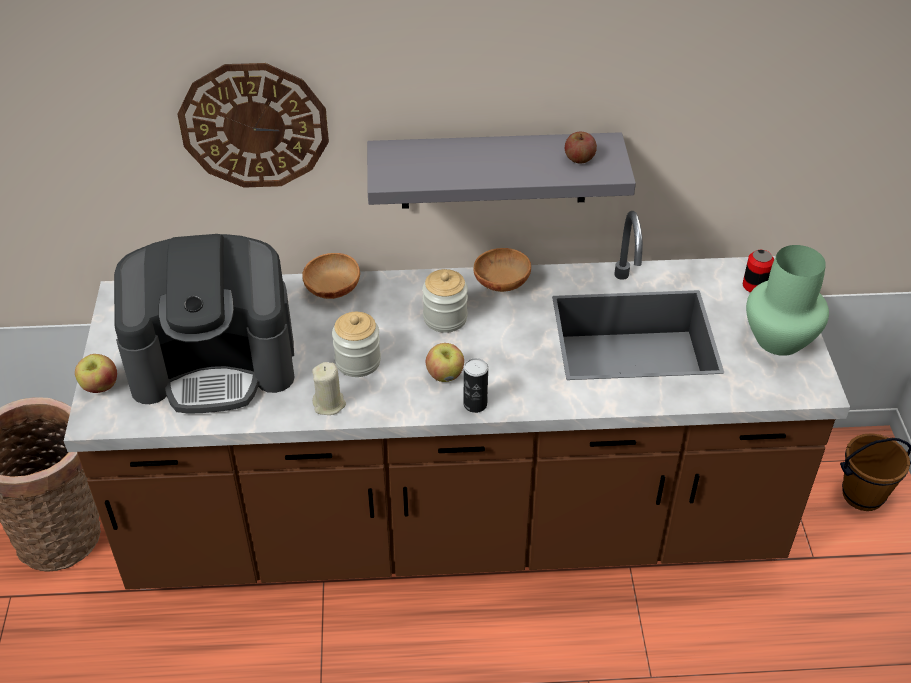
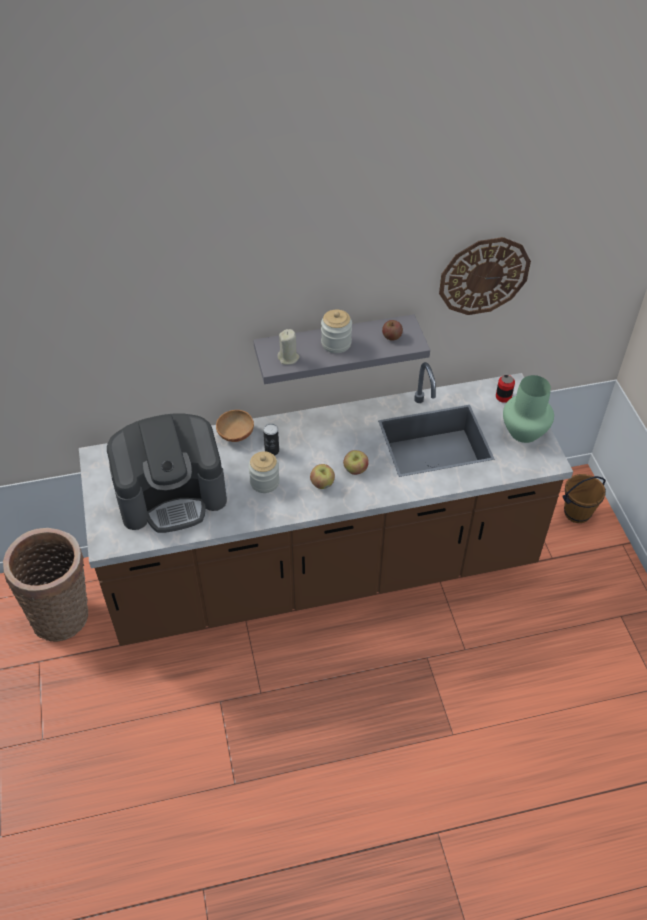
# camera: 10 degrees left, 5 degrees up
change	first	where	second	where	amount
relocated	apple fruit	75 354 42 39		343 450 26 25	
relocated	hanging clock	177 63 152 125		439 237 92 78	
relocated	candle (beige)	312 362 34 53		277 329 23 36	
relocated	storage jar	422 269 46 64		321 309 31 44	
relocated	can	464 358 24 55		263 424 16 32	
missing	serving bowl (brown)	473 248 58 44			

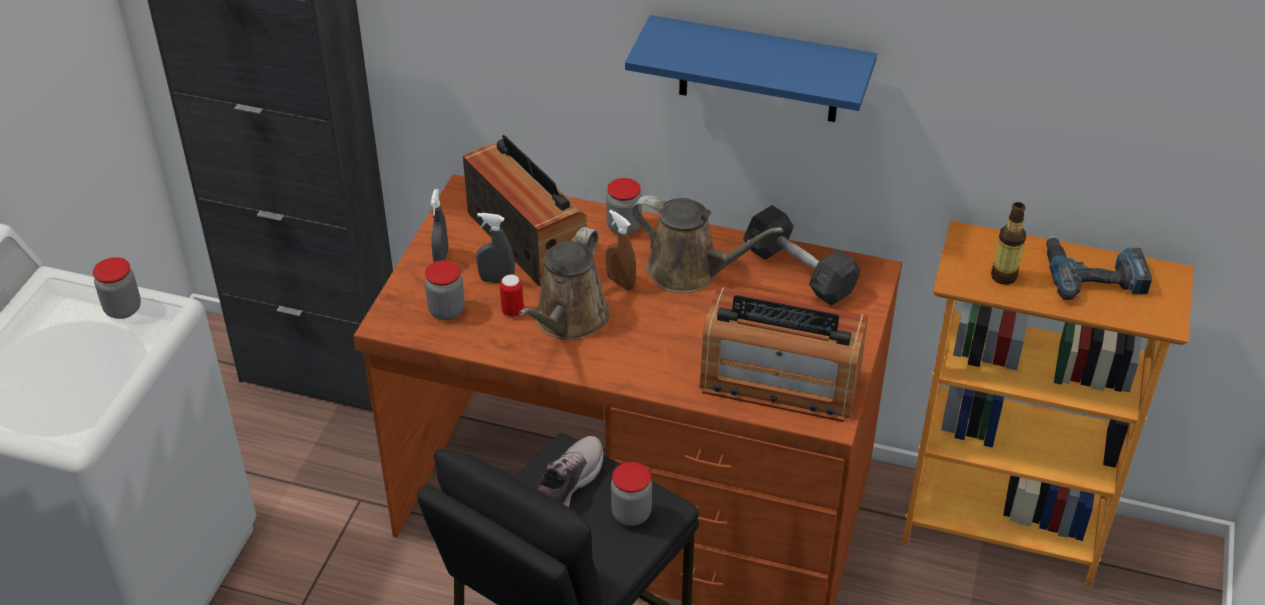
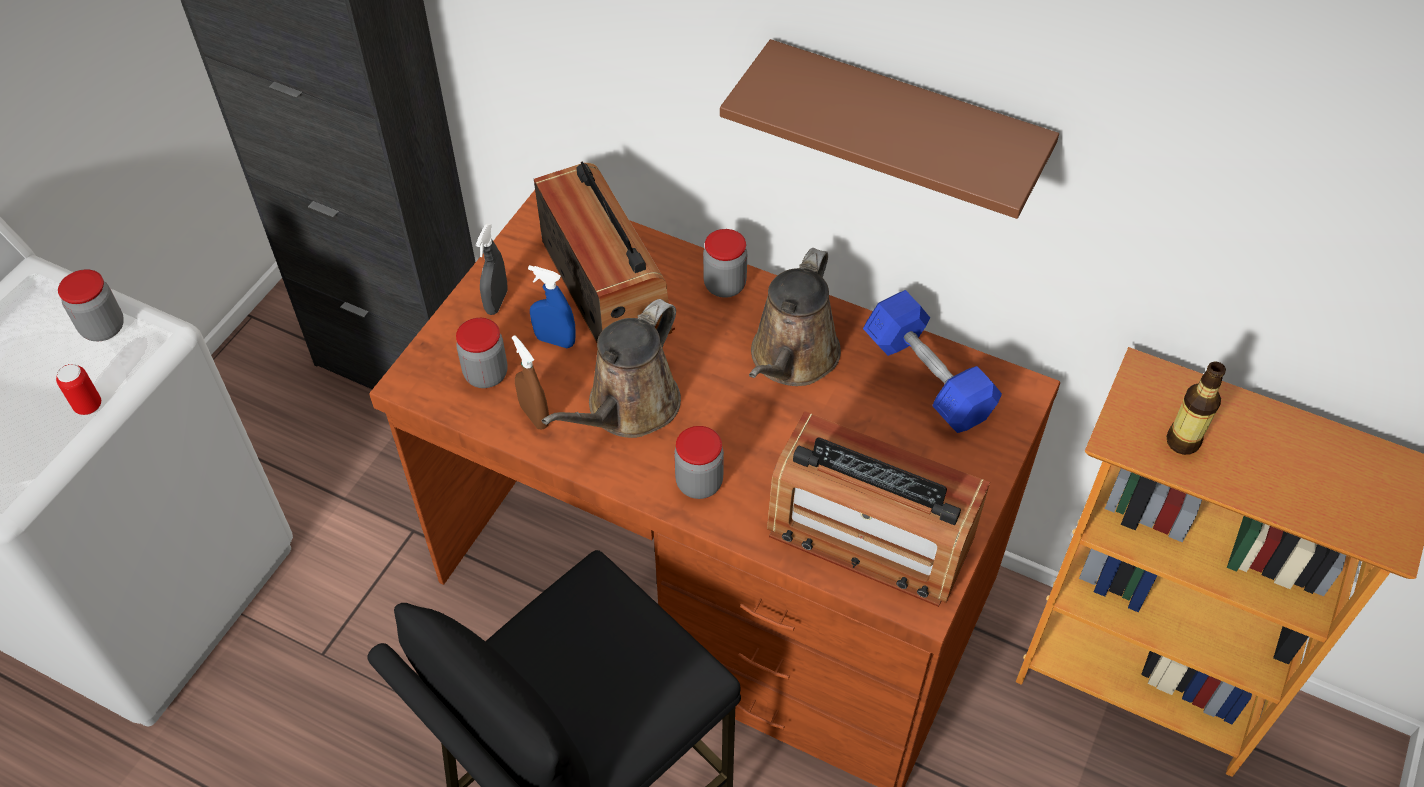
# camera: 10 degrees right, 10 degrees up
change	first	where	second	where	amount
colour	hand sprayer (gray)	476 213 39 71	hand sprayer (blue)	528 265 48 83	
relocated	can	500 274 24 43		56 364 45 51	
missing	low shoe	537 436 67 71			
relocated	hand sprayer (brown)	606 210 30 80		512 335 37 94	
relocated	storage jar	611 462 41 64		674 426 50 73	
colour	wall shelf (blue)	625 15 252 107	wall shelf (brown)	720 39 339 180	
spun	sprinkling can (brown)	631 195 153 98		749 248 92 138	75 degrees clockwise
colour	hand weight (gray)	743 205 118 101	hand weight (blue)	863 290 139 143	
missing	drill	1046 235 106 65			

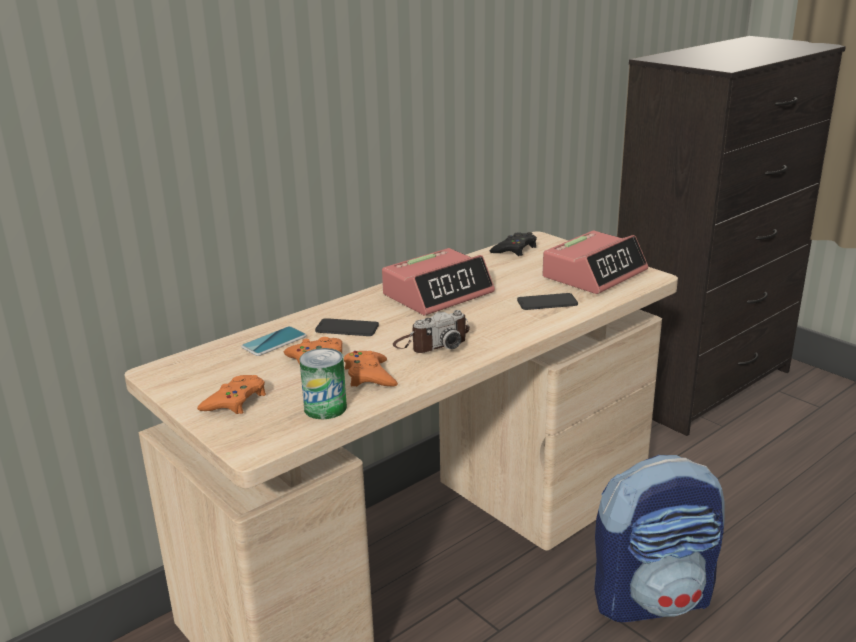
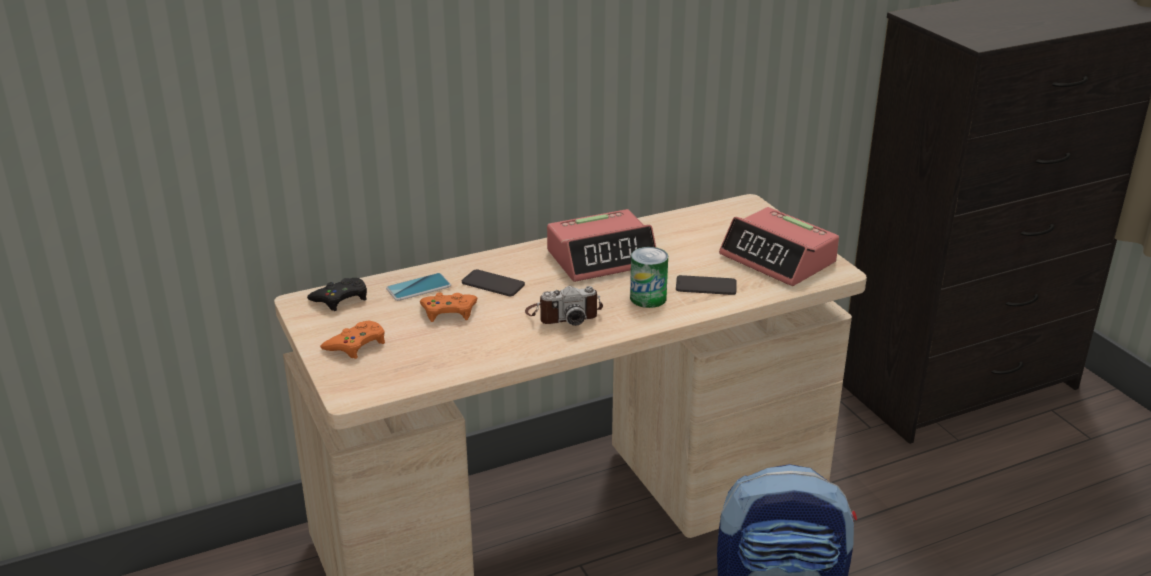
# camera: 15 degrees right, 5 degrees up
change	first	where	second	where	amount
relocated	can	299 348 48 71		630 247 38 61	
missing	game controller (orange-coloured)	344 351 54 36			
relocated	game controller (black)	490 232 47 24		307 278 60 33	
spun	table clock	543 231 105 63		719 207 120 79	75 degrees clockwise

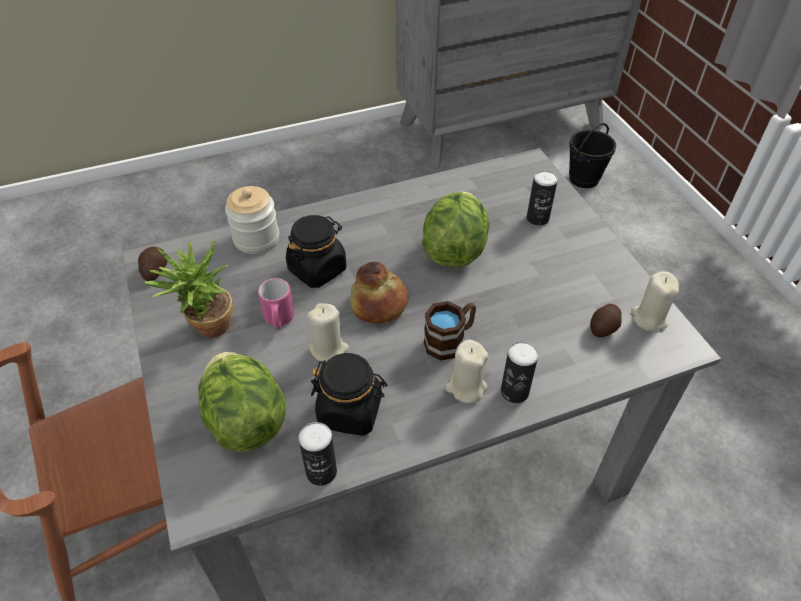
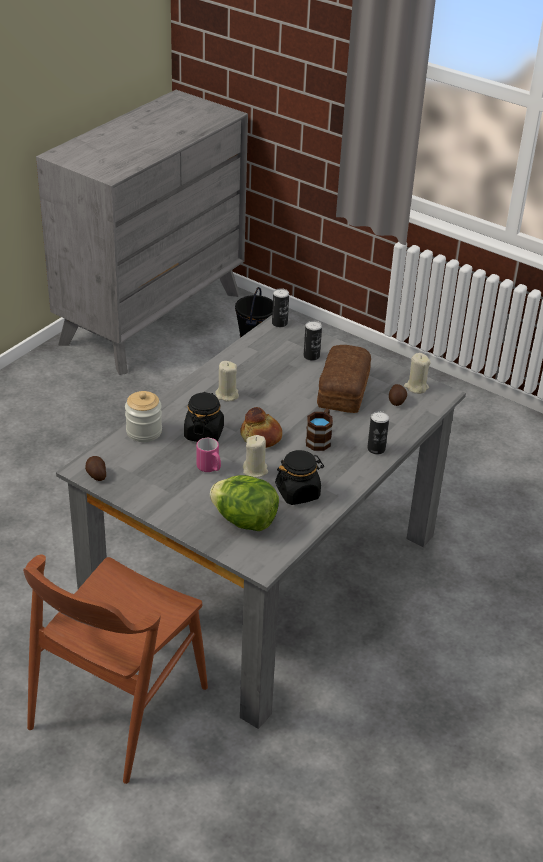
# camera: 35 degrees left, 10 degrees down
change	first	where	second	where	amount
missing	plant in a pot	144 239 89 99			
relocated	can	299 422 38 64		272 288 17 39	
missing	head of lettuce	422 192 67 76			
relocated	candle (beige)	445 340 44 63		215 361 24 40	
appeared			baked bread	317 345 54 68	

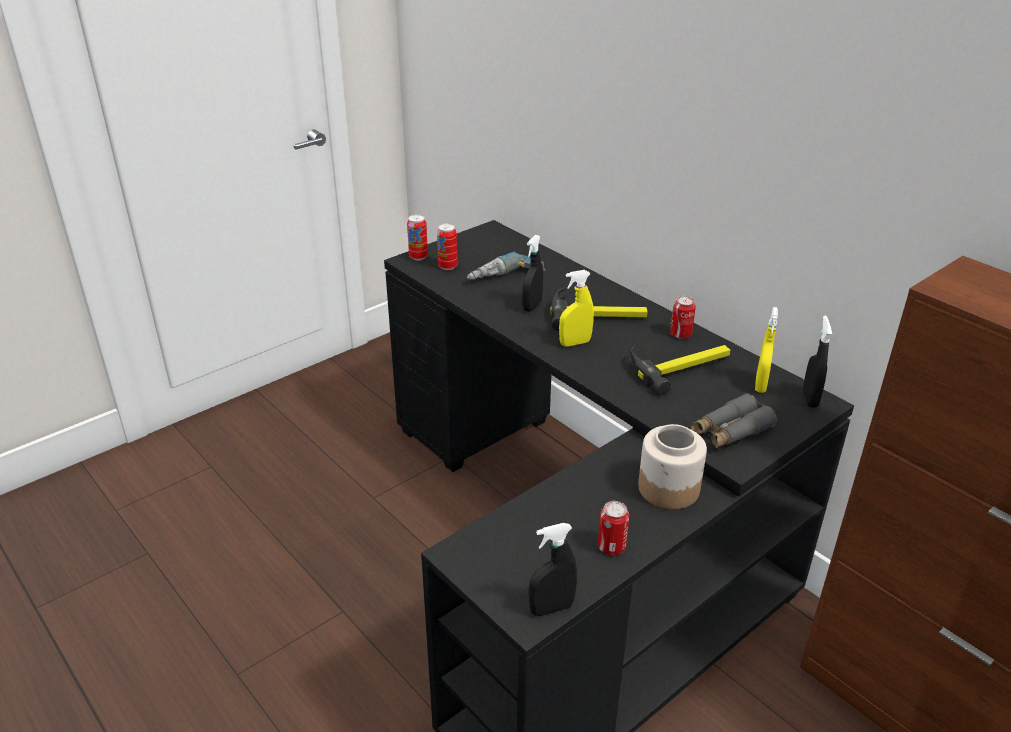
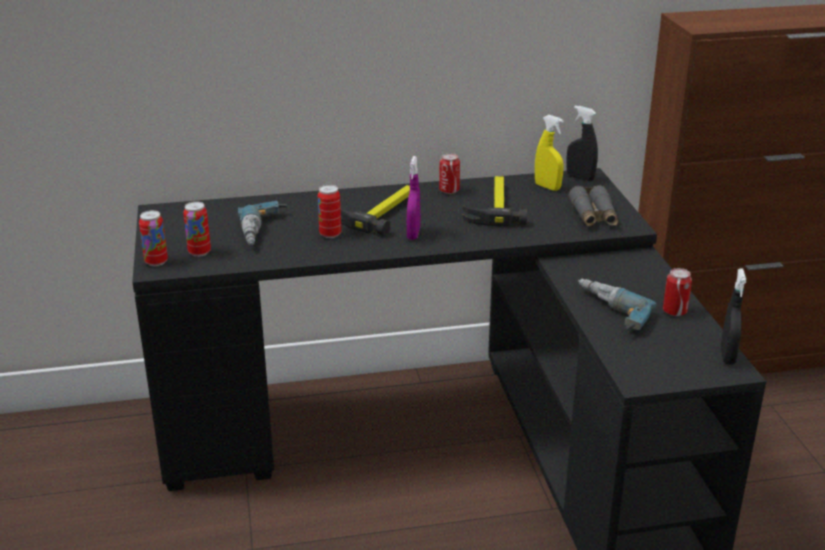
# camera: 60 degrees left, 5 degrees down
change	first	where	second	where	amount
exchanged	hand sprayer (black)	522 235 21 77	can	318 185 23 53	
colour	hand sprayer (yellow)	559 270 35 77	hand sprayer (purplish)	407 156 13 84	
missing	storage jar	638 424 69 85			
appeared			drill	578 278 79 52	

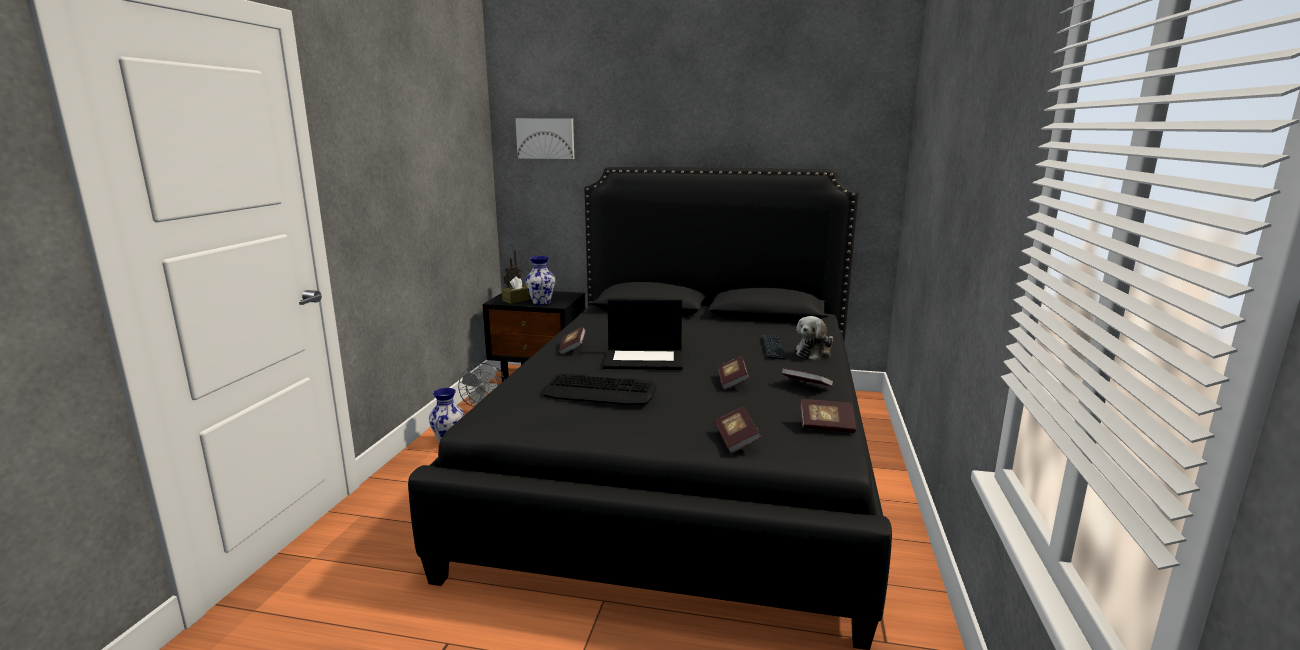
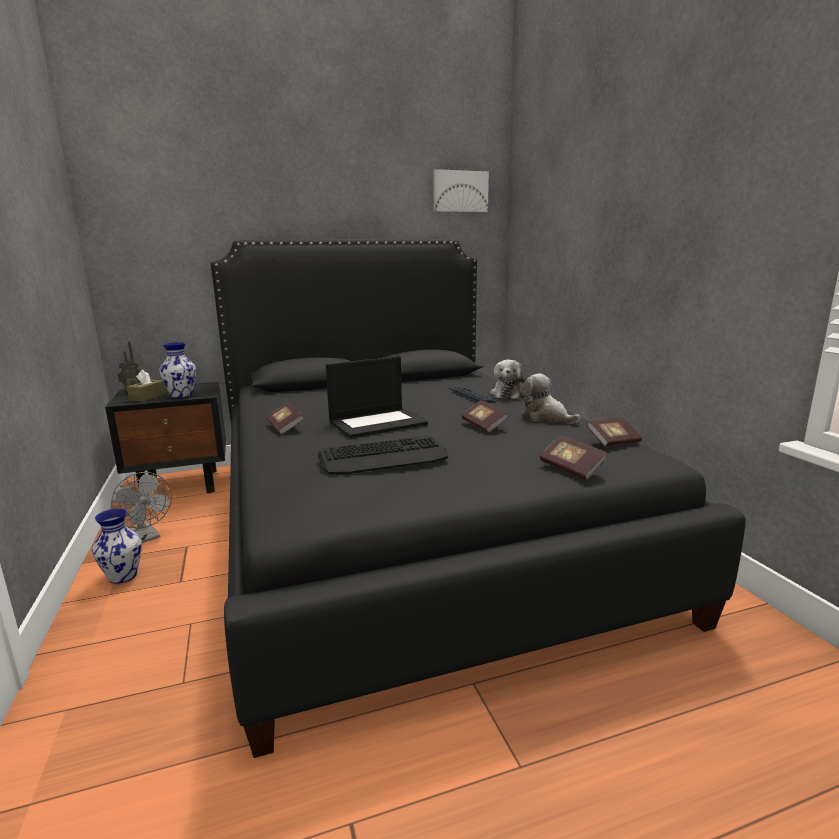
# camera: 30 degrees left, 0 degrees up
change	first	where	second	where	amount
relocated	wall art	515 118 59 41		433 169 56 43	
exchanged	volume	782 368 52 18	plush toy	521 374 60 50	

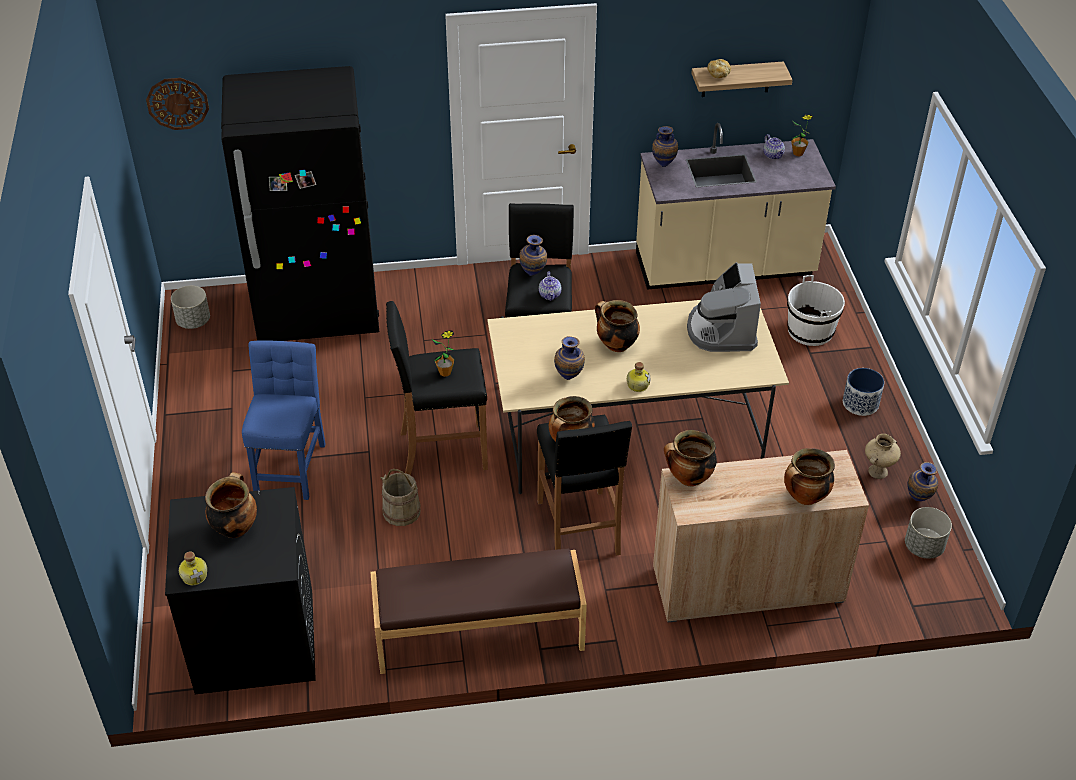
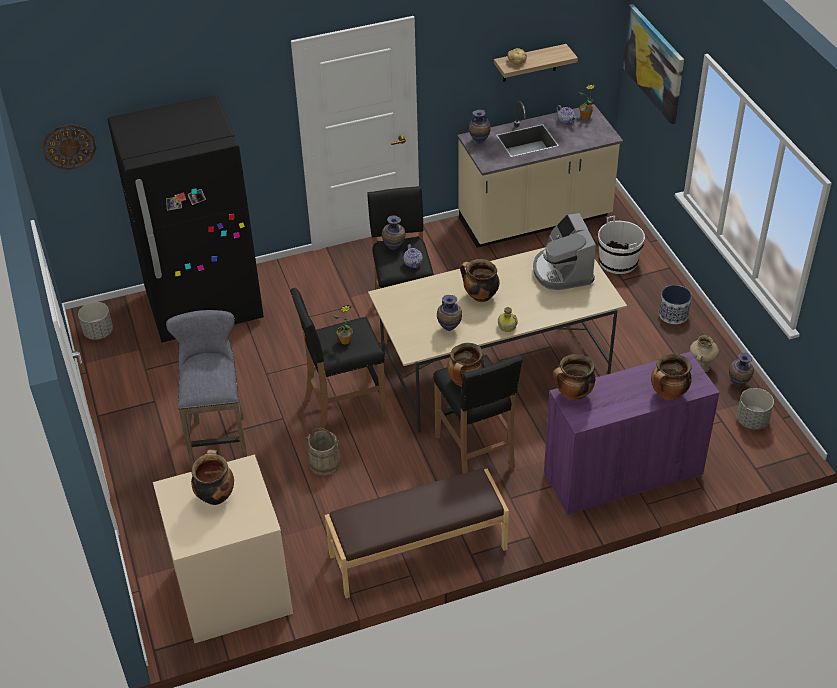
# camera: 10 degrees left, 0 degrees up
change	first	where	second	where	amount
colour	washing machine (black)	165 487 151 207	washing machine (beige)	153 454 140 189	
missing	drink bottle	179 551 28 34			
exchanged	chair (blue)	242 340 83 160	sitting stool (gray)	166 310 81 159	
colour	cabinet (beige)	653 450 216 173	cabinet (purplish)	544 352 176 163	
appeared			wall art	623 4 61 120	

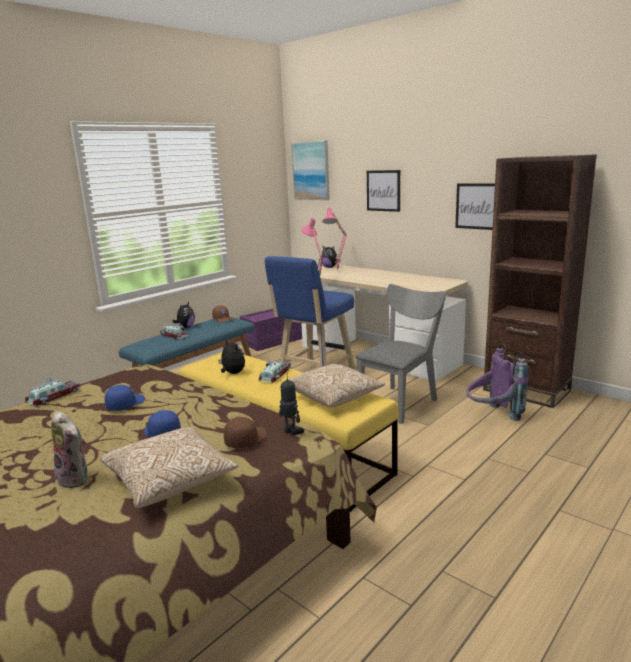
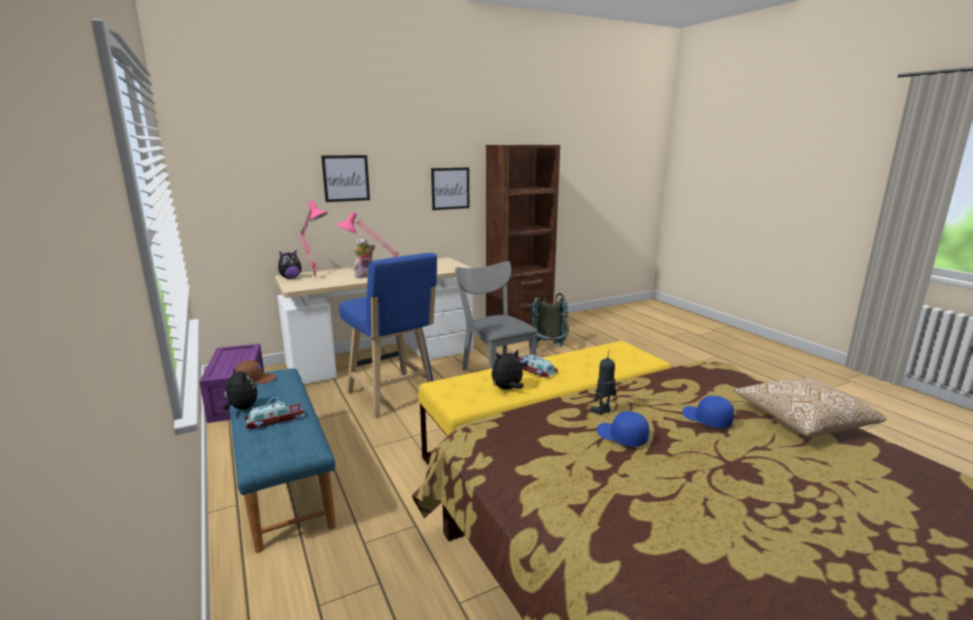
# camera: 70 degrees left, 0 degrees up
change	first	where	second	where	amount
missing	model car	25 377 56 30			
relocated	plush toy	51 411 37 78		354 238 21 40	
spun	peaked cap (blue)	144 410 37 28		682 396 52 32	75 degrees clockwise
missing	peaked cap (brown)	224 417 43 32			
relocated	model robot	279 377 25 59		590 351 26 64	
missing	throw pillow	288 364 97 44			
missing	wall art	291 140 39 60			
colour	knapsack (purplish)	466 344 63 77	knapsack (gray)	531 293 38 54	

